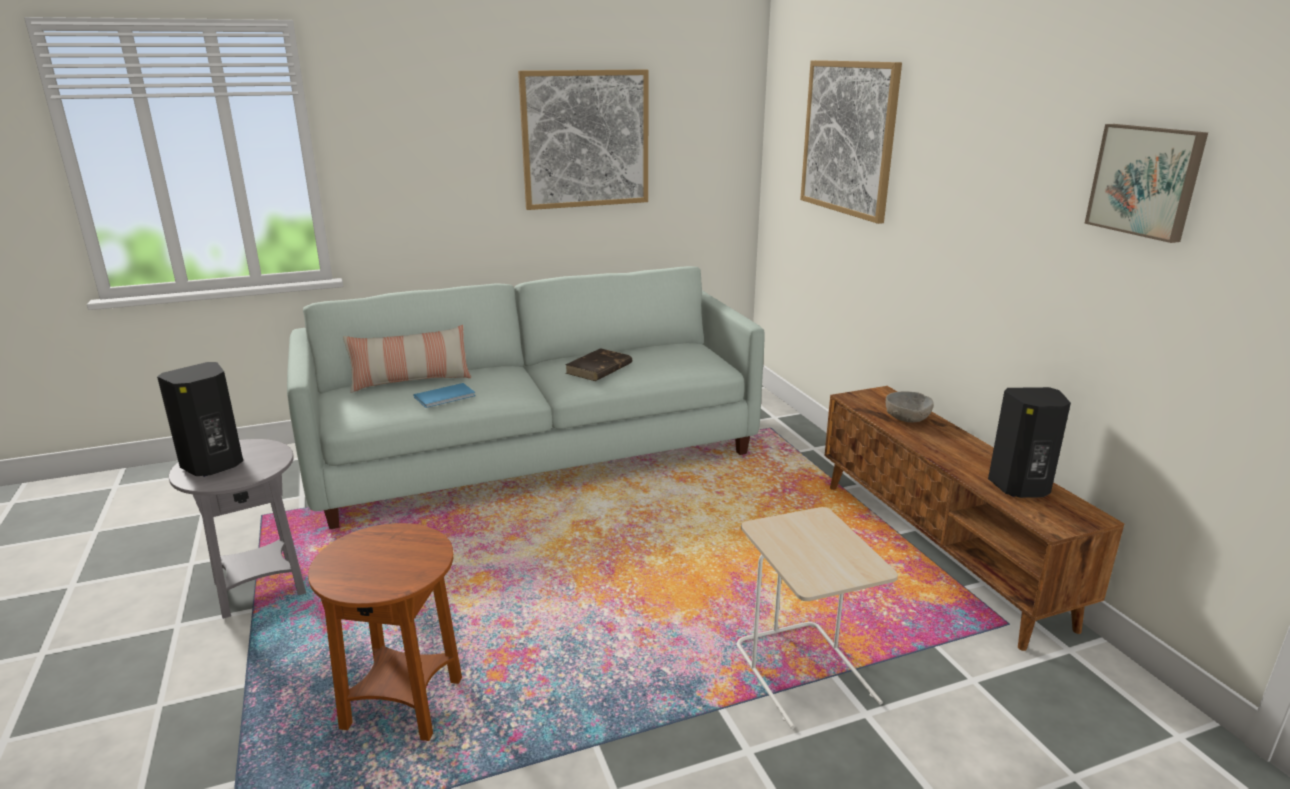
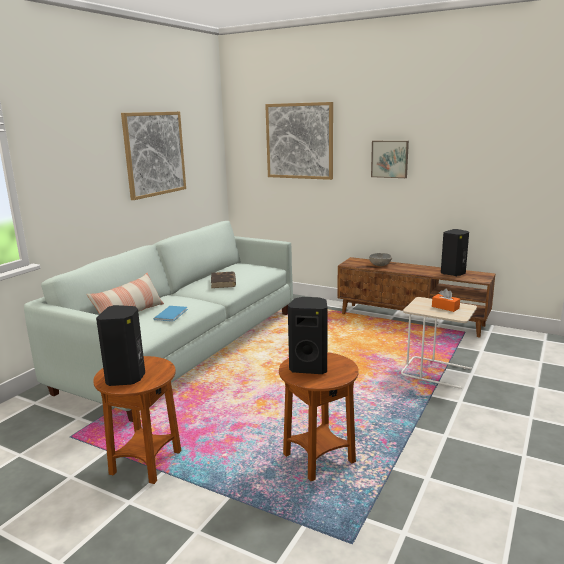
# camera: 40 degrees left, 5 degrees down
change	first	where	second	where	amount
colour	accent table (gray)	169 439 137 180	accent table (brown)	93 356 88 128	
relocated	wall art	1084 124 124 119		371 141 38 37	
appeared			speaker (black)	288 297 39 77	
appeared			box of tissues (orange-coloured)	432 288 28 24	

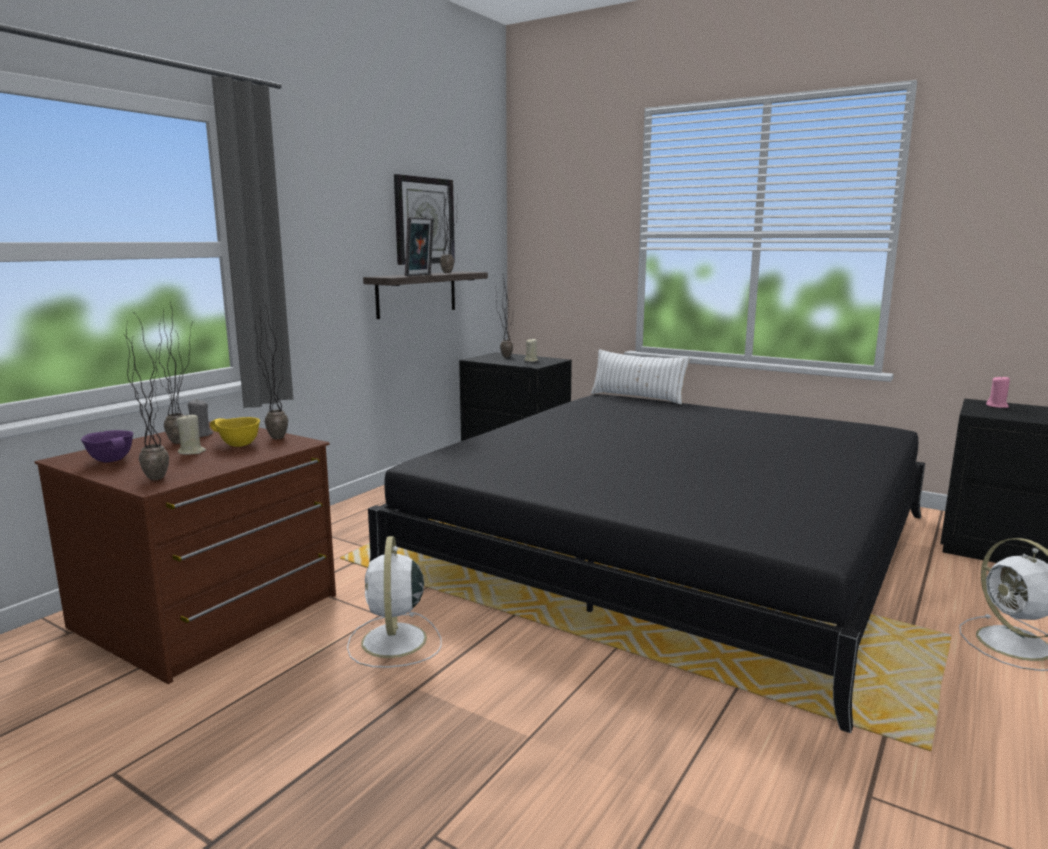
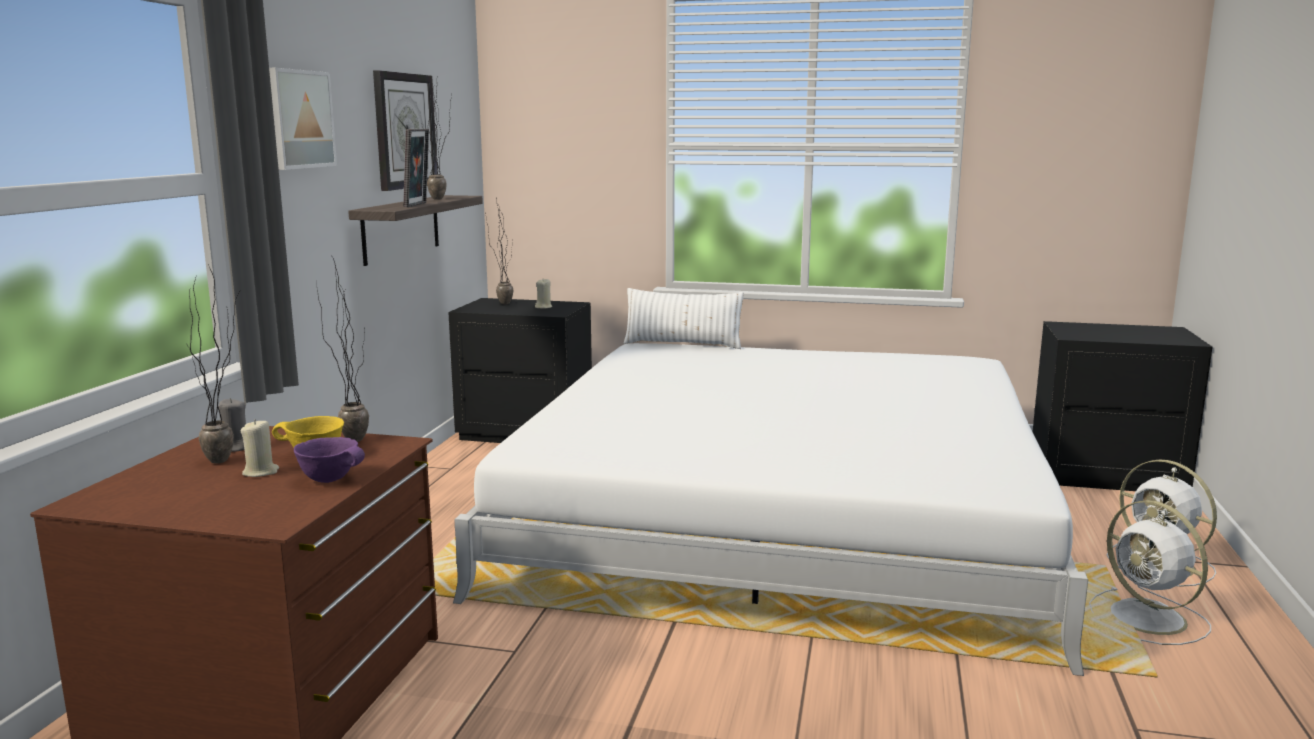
# camera: 20 degrees left, 0 degrees up
change	first	where	second	where	amount
relocated	serving bowl (purplish)	81 430 52 33		294 437 71 46	
missing	plant in a pot	126 315 43 165			
relocated	cooling fan (white)	347 536 95 132		1089 500 122 145	
colour	bedroom bed (black)	368 394 557 339	bedroom bed (white)	453 343 635 333	
missing	candle (pink)	986 375 24 33			
appeared			wall art	269 68 68 102	

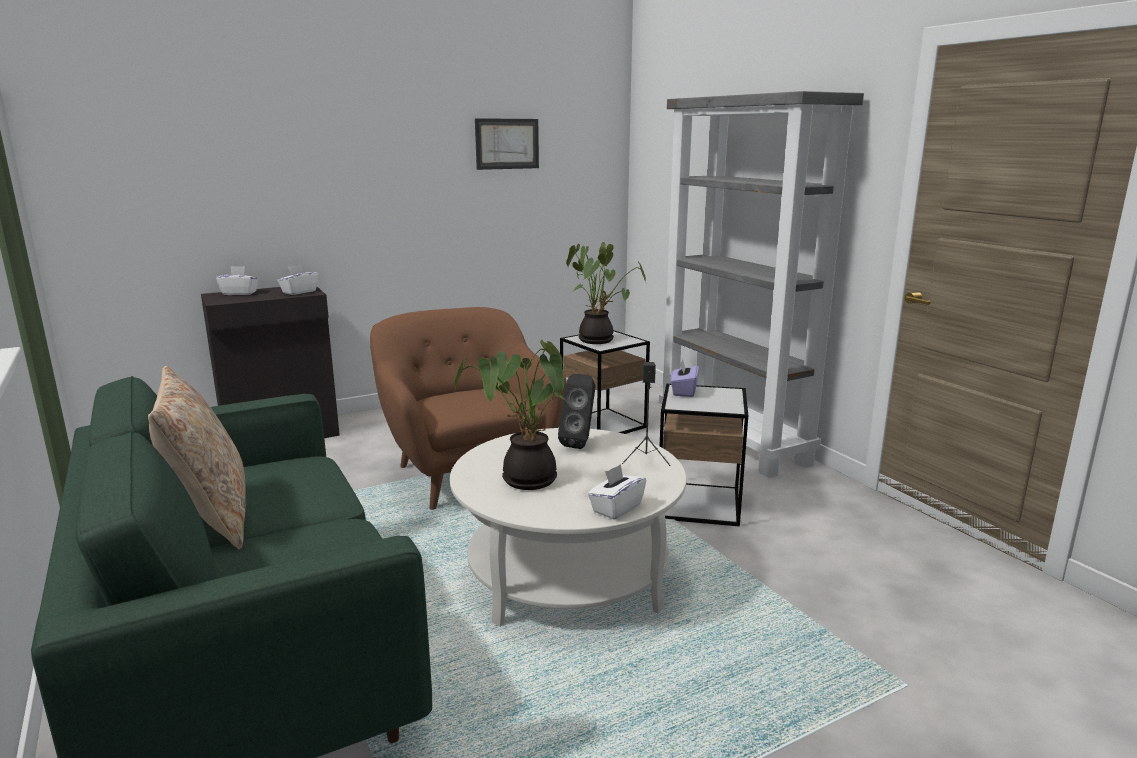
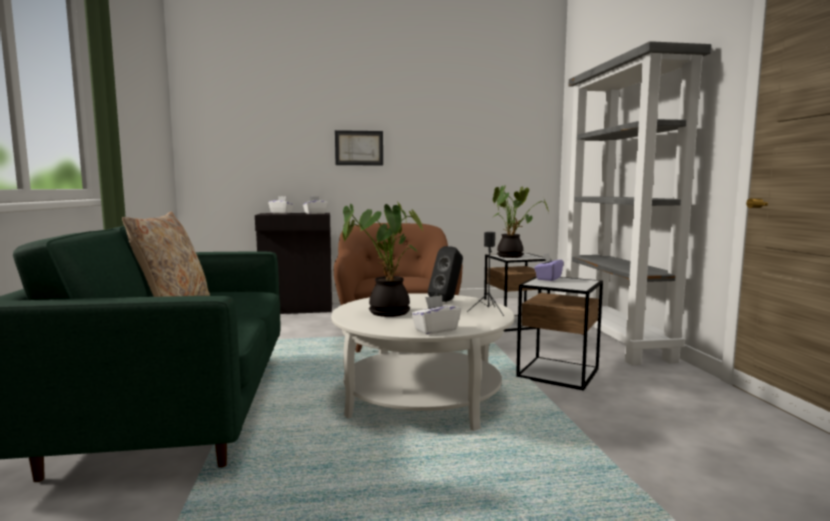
# camera: 20 degrees right, 10 degrees down
change	first	where	second	where	amount
relocated	wall art	475 118 64 52		335 130 48 35	

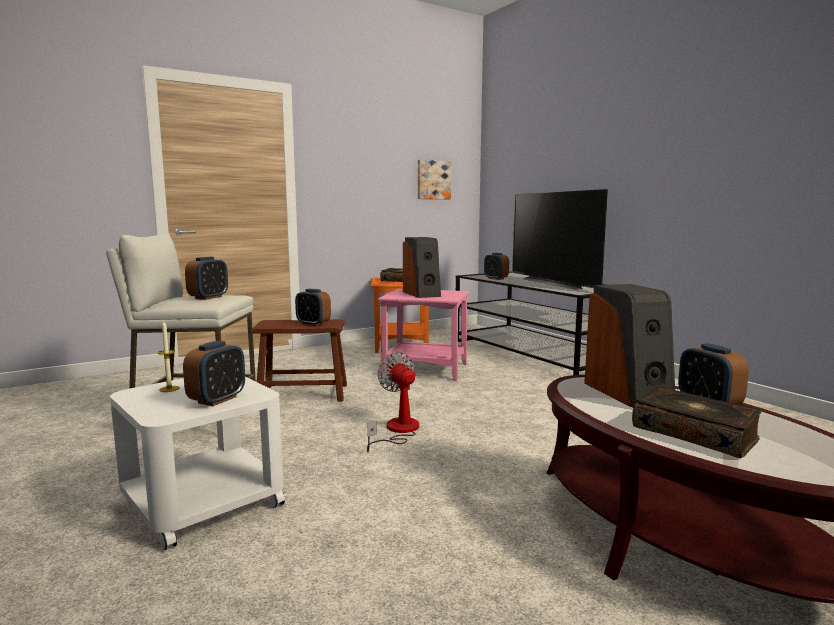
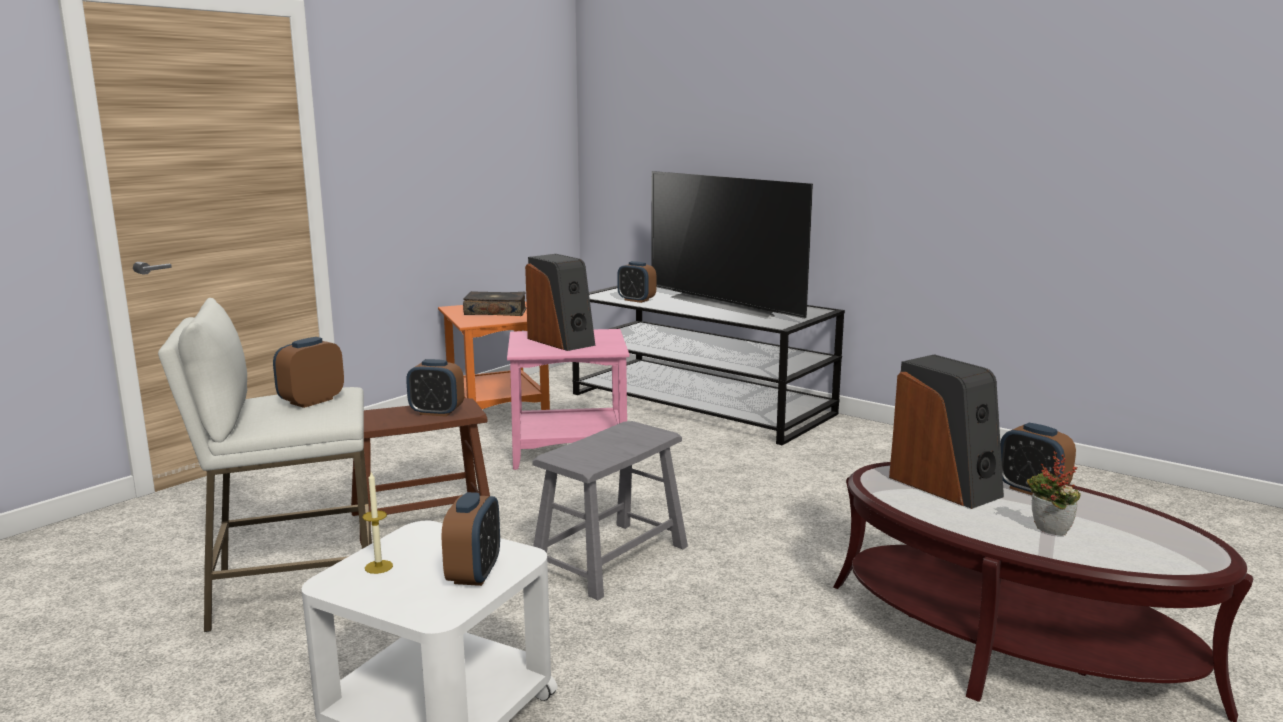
# camera: 20 degrees left, 5 degrees up
change	first	where	second	where	amount
spun	table clock	185 257 43 43		273 337 71 71	150 degrees counterclockwise
exchanged	cooling fan	367 352 52 100	sitting stool (gray)	532 421 156 179	
missing	wall art	418 160 33 40			
exchanged	volume	632 387 130 71	plant in a pot	1027 451 54 85	

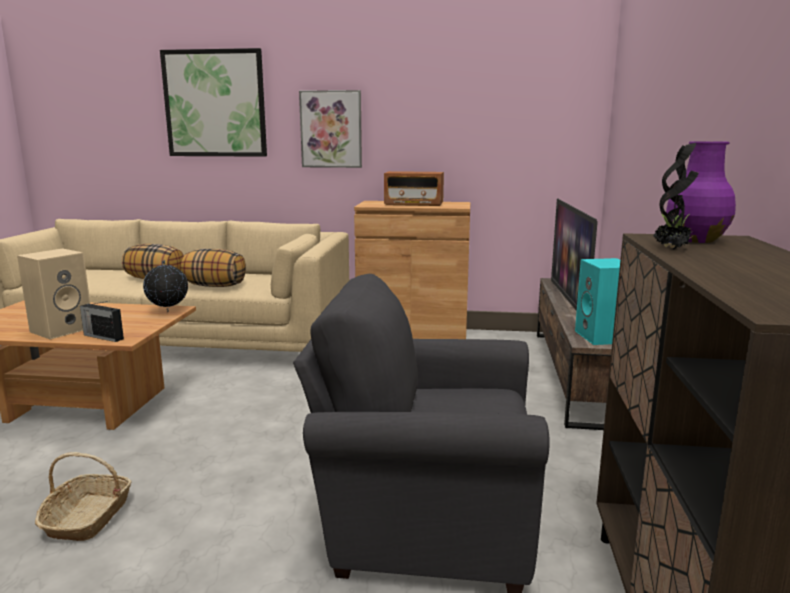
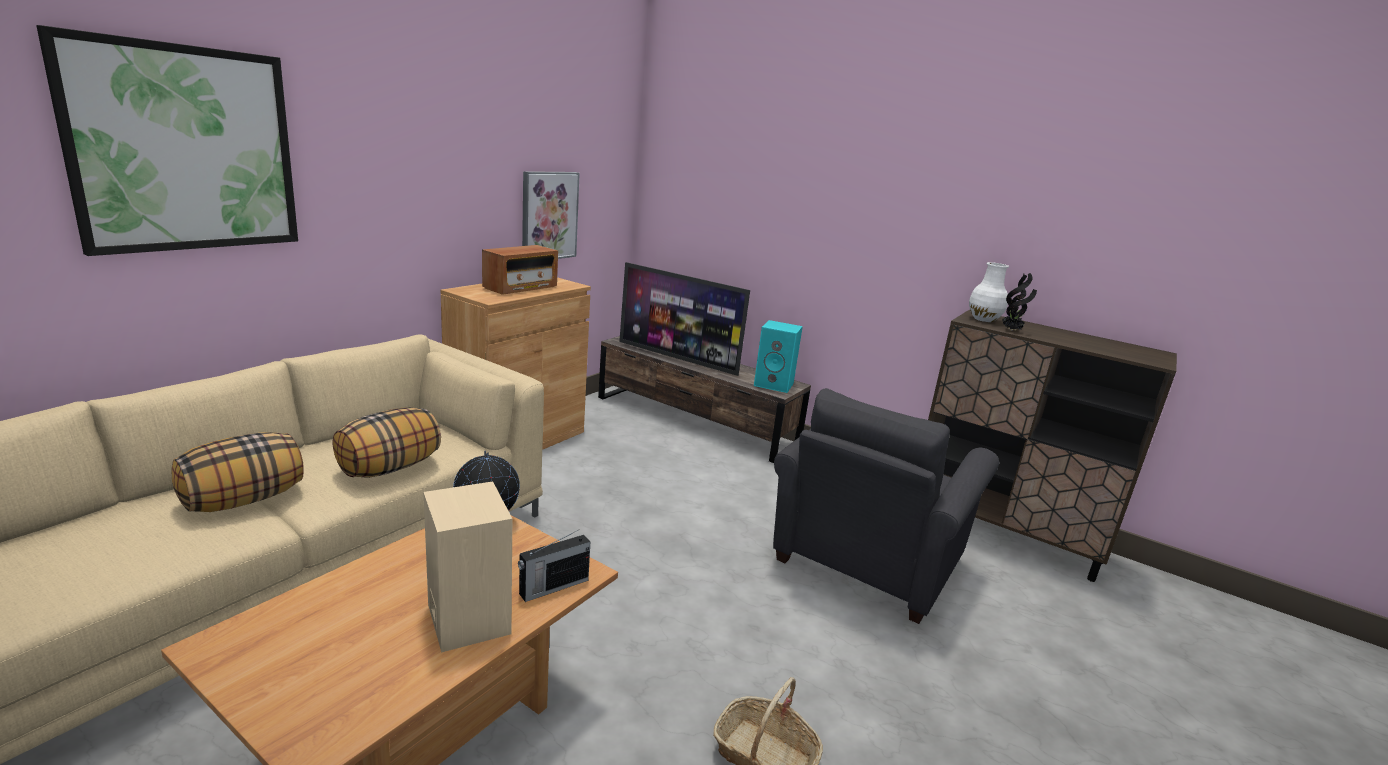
# camera: 65 degrees left, 5 degrees up
change	first	where	second	where	amount
relocated	wall art	299 90 63 78		522 171 58 88	
colour	vase (purplish)	666 141 70 102	vase (white)	969 262 40 60	

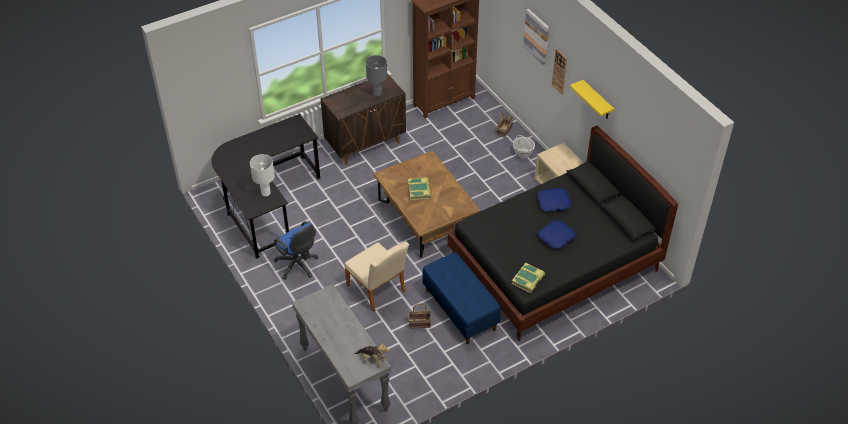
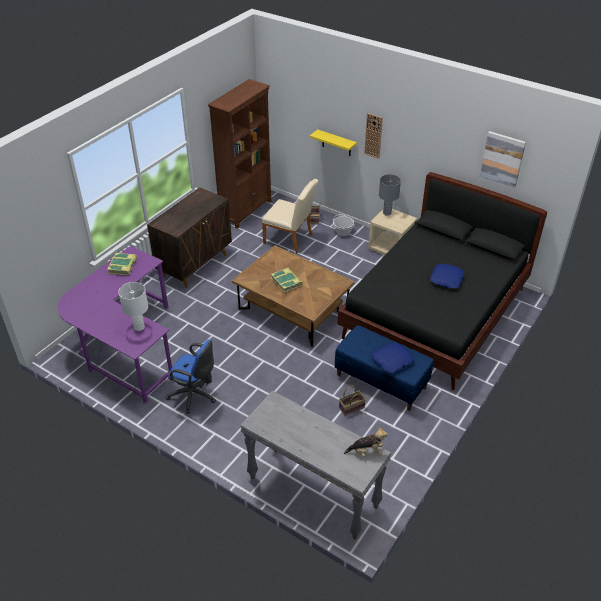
# camera: 25 degrees left, 5 degrees down
change	first	where	second	where	amount
colour	desk (black)	211 114 109 145	desk (purplish)	58 246 114 158	
relocated	chair (beige)	344 242 65 70		262 179 56 75	
relocated	lamp for a table (gray)	366 55 21 41		379 174 22 42	
relocated	volume	512 263 33 30		107 253 30 23	
relocated	wall art	523 9 26 56		480 131 46 57	
relocated	throw pillow (blue)	537 188 34 23		372 343 42 30	
relocated	wall shelf (yellow)	570 80 44 39		310 129 47 27	

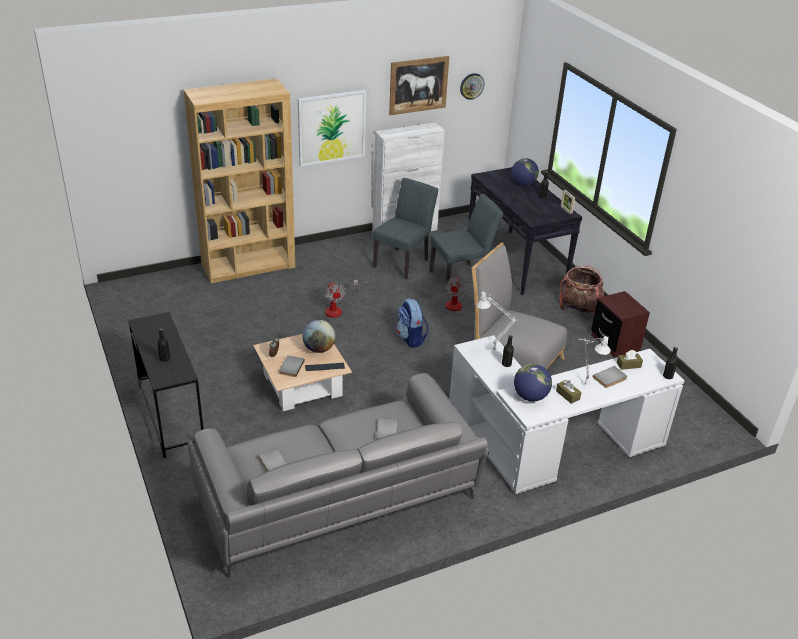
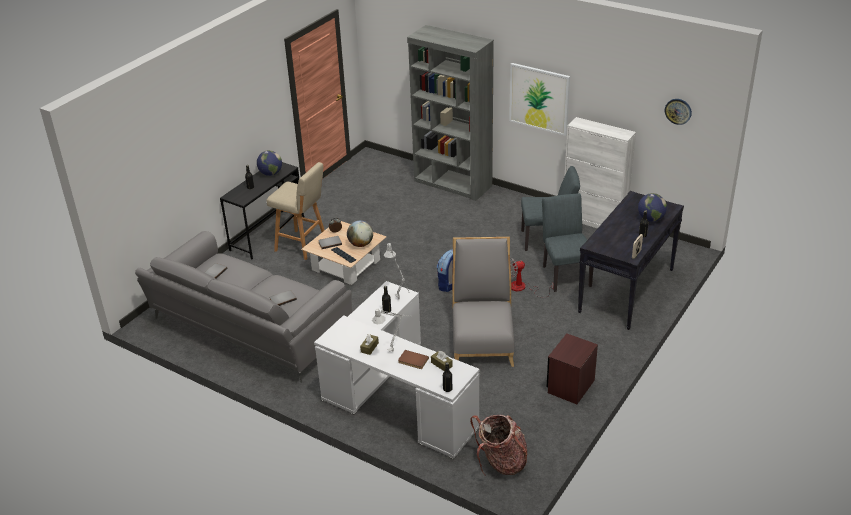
# camera: 60 degrees right, 0 degrees up
change	first	where	second	where	amount
colour	bookcase (brown)	184 79 111 204	bookcase (gray)	407 25 87 176	
missing	cooling fan	325 279 33 39			
missing	wall art	389 56 60 59			
spun	chair (gray)	429 194 74 97		542 193 52 99	135 degrees counterclockwise
relocated	world globe	514 364 38 38		257 150 25 26	
relocated	knapsack	560 265 44 52		470 415 58 61	
colour	volume (gray)	592 366 35 22	volume (brown)	398 350 31 19	
appeared			sitting stool (beige)	266 162 59 98	

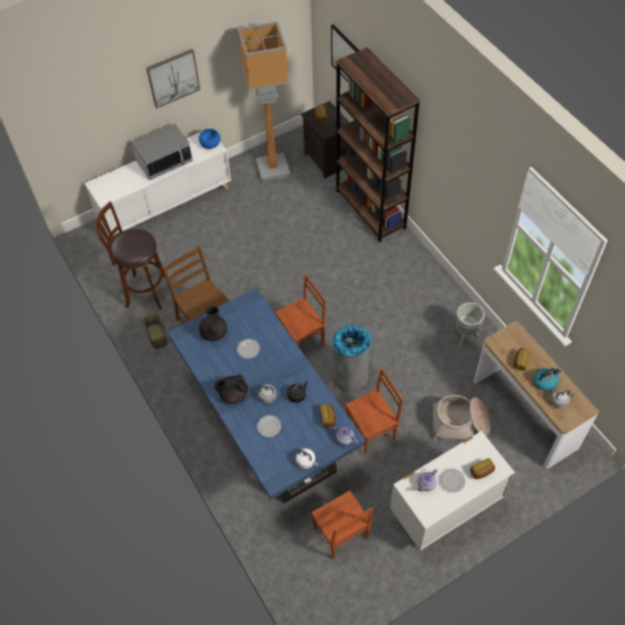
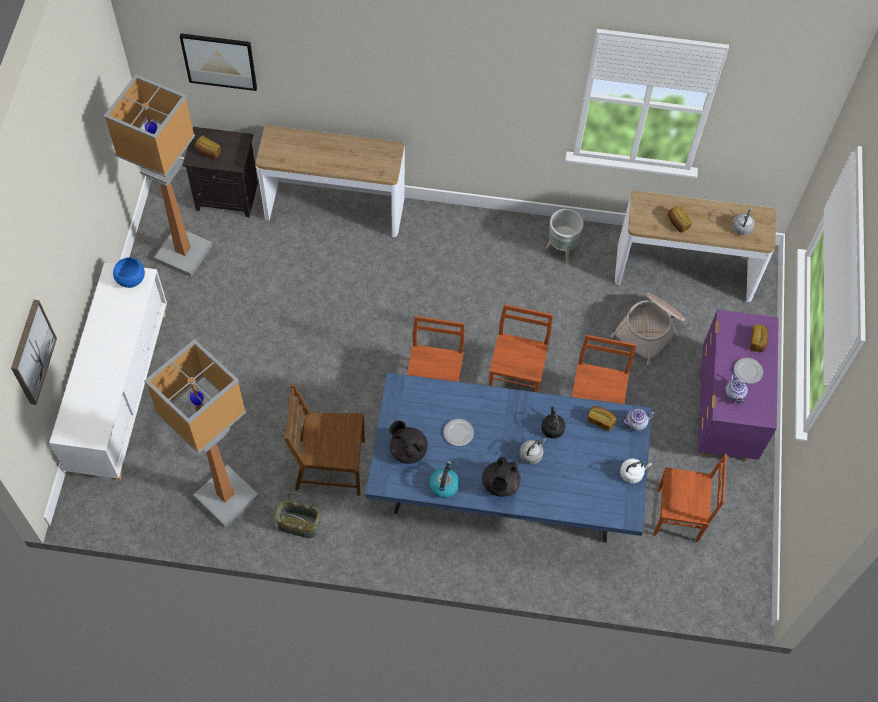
# camera: 55 degrees left, 5 degrees up
change	first	where	second	where	amount
exchanged	sitting stool (brown)	95 201 70 109	standing lamp	144 339 115 189	
missing	microwave	131 123 62 57			
relocated	wall art	146 49 54 59		11 300 46 105	
missing	dinner plate	257 415 24 22			
exchanged	waste bin (gray)	331 325 40 67	chair (brown)	489 304 64 88	
exchanged	bookcase (brown)	336 47 84 195	console table	256 125 149 112	
colour	chest of drawers (white)	390 431 125 120	chest of drawers (purplish)	698 310 81 152	
relocated	kettle	534 368 27 23		429 461 31 37	

